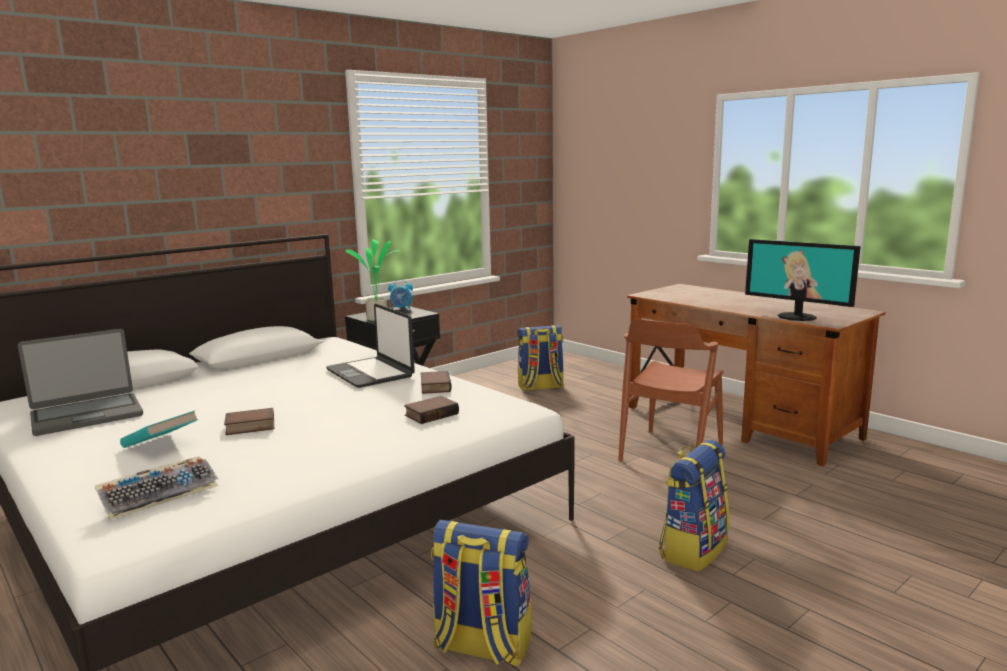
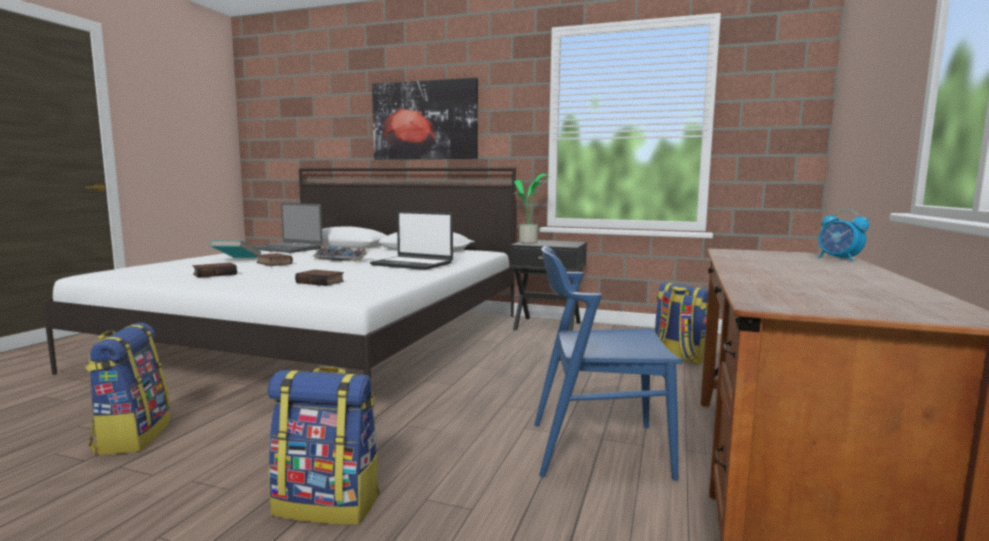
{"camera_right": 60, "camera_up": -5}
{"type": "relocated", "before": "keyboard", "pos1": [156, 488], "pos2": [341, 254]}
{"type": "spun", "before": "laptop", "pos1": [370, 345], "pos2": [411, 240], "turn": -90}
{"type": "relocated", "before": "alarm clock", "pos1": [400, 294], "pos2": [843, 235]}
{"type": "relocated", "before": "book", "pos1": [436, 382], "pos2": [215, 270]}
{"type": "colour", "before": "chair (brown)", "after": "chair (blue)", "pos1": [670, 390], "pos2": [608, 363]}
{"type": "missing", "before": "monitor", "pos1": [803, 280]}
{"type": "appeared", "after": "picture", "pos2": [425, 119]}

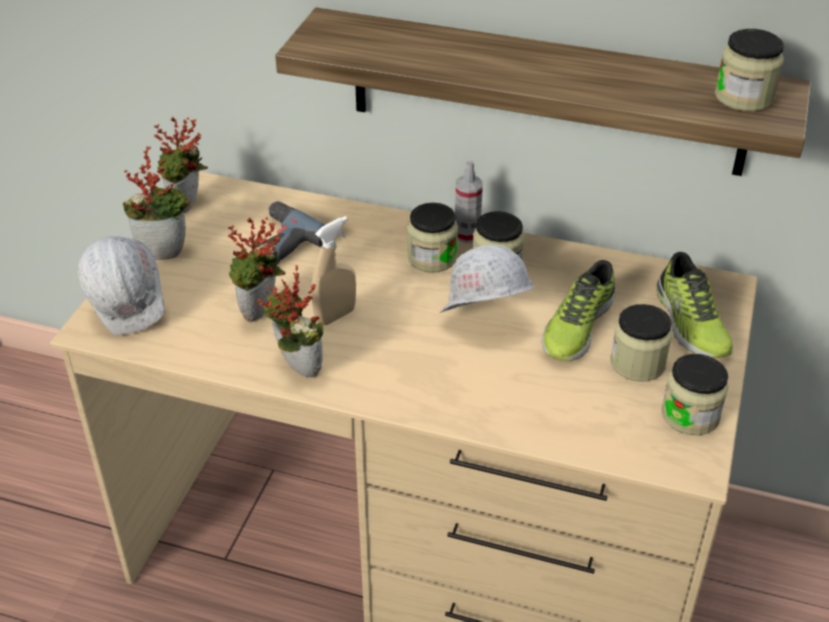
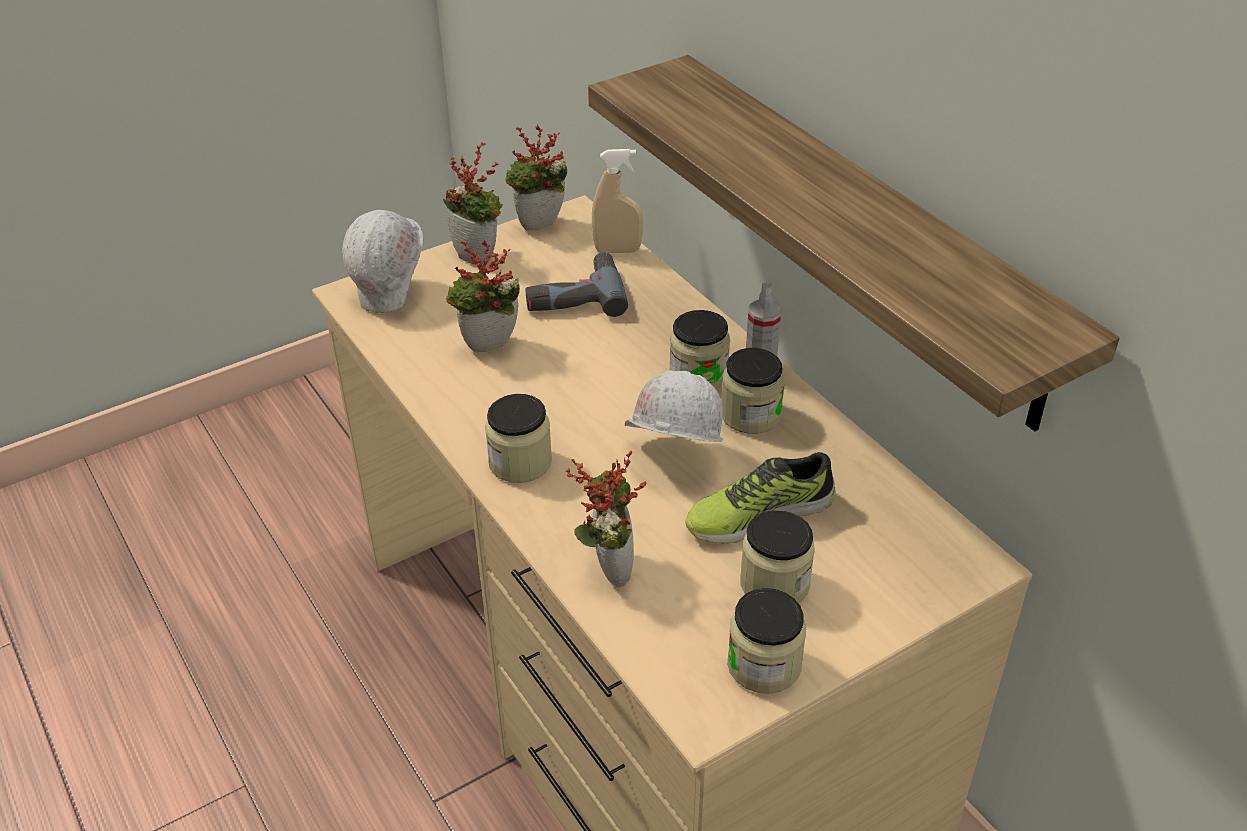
{"camera_right": 40, "camera_up": 0}
{"type": "relocated", "before": "potted plant", "pos1": [290, 321], "pos2": [606, 519]}
{"type": "relocated", "before": "spray bottle (beige)", "pos1": [333, 271], "pos2": [617, 201]}
{"type": "missing", "before": "shoe", "pos1": [694, 305]}
{"type": "relocated", "before": "jar", "pos1": [749, 70], "pos2": [518, 438]}

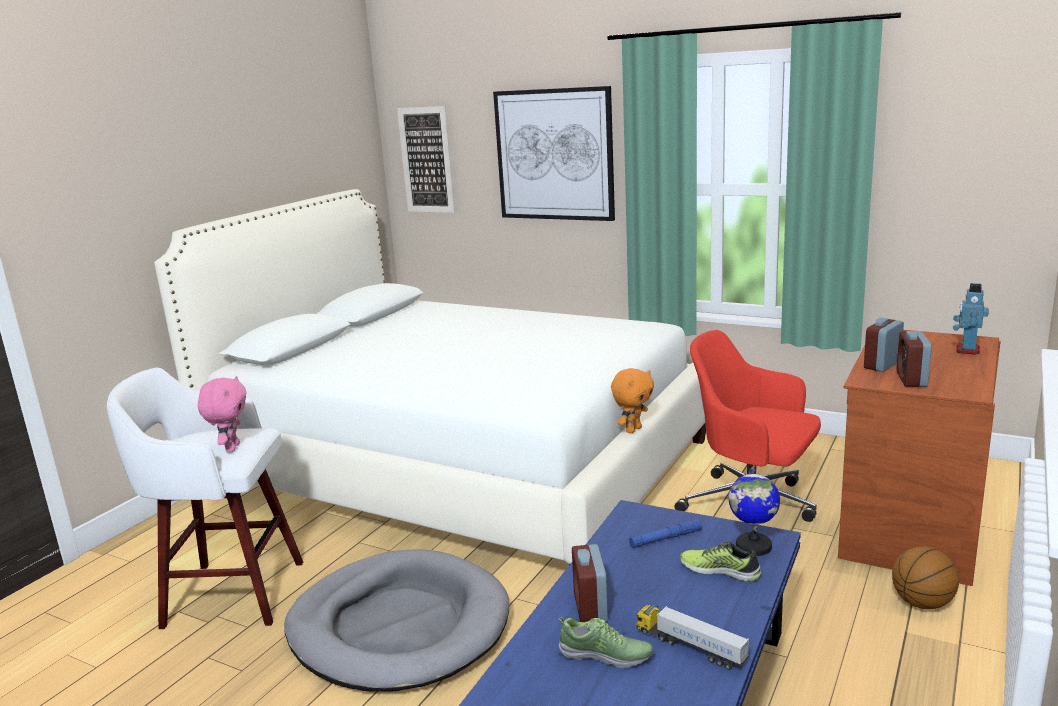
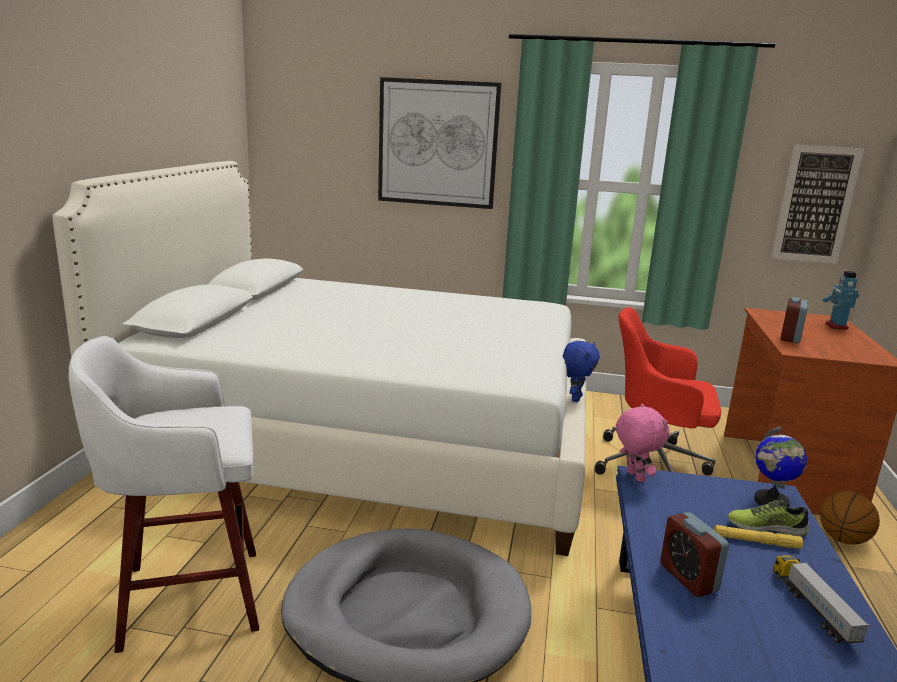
{"camera_right": -20, "camera_up": 0}
{"type": "relocated", "before": "plush toy (pink)", "pos1": [222, 414], "pos2": [642, 443]}
{"type": "relocated", "before": "picture", "pos1": [426, 159], "pos2": [817, 204]}
{"type": "missing", "before": "shoe", "pos1": [606, 642]}
{"type": "colour", "before": "plush toy (orange)", "after": "plush toy (blue)", "pos1": [632, 401], "pos2": [581, 371]}
{"type": "missing", "before": "flashlight (blue)", "pos1": [665, 533]}
{"type": "spun", "before": "toy truck", "pos1": [692, 637], "pos2": [821, 599], "turn": 60}
{"type": "missing", "before": "alarm clock", "pos1": [914, 359]}
{"type": "appeared", "after": "flashlight (yellow)", "pos2": [758, 537]}

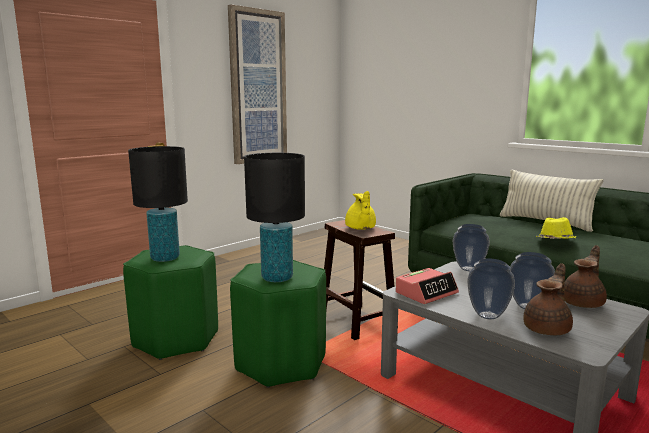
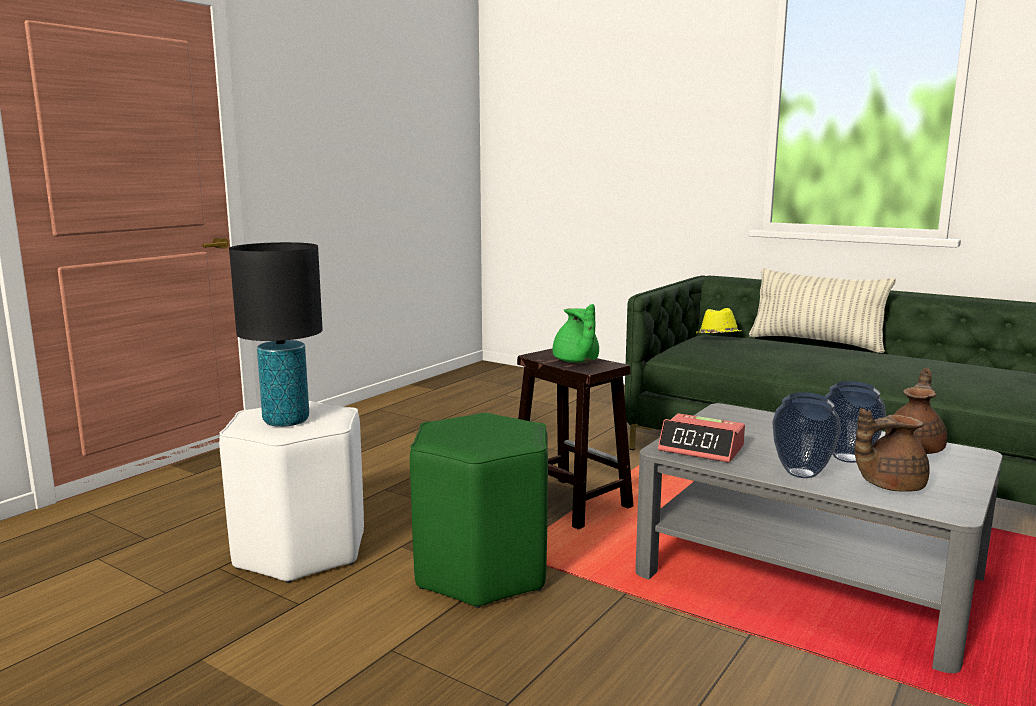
{"camera_right": -10, "camera_up": 0}
{"type": "colour", "before": "stool (green)", "after": "stool (white)", "pos1": [170, 302], "pos2": [291, 492]}
{"type": "missing", "before": "picture", "pos1": [257, 84]}
{"type": "missing", "before": "table lamp (black)", "pos1": [274, 217]}
{"type": "colour", "before": "teapot (yellow)", "after": "teapot (green)", "pos1": [360, 210], "pos2": [576, 333]}
{"type": "spun", "before": "alarm clock", "pos1": [427, 286], "pos2": [701, 438], "turn": 75}
{"type": "missing", "before": "vase", "pos1": [471, 247]}
{"type": "spun", "before": "teapot (brown)", "pos1": [548, 299], "pos2": [892, 450], "turn": -135}
{"type": "relocated", "before": "hat (yellow)", "pos1": [556, 228], "pos2": [719, 321]}

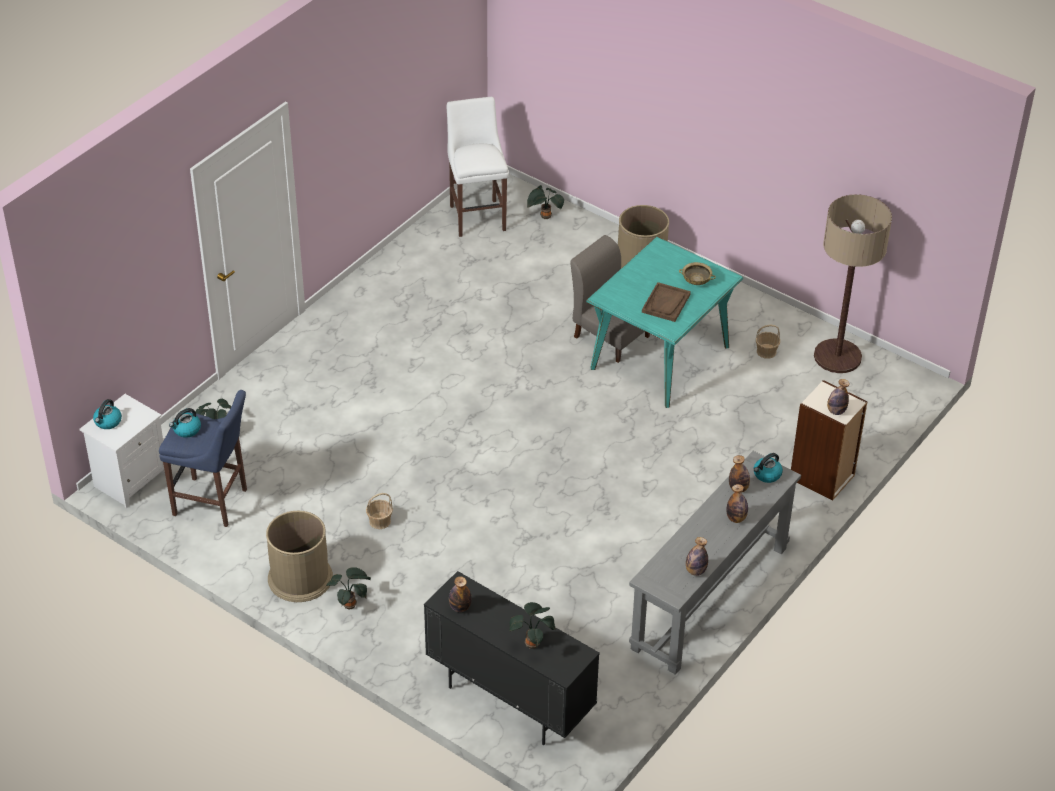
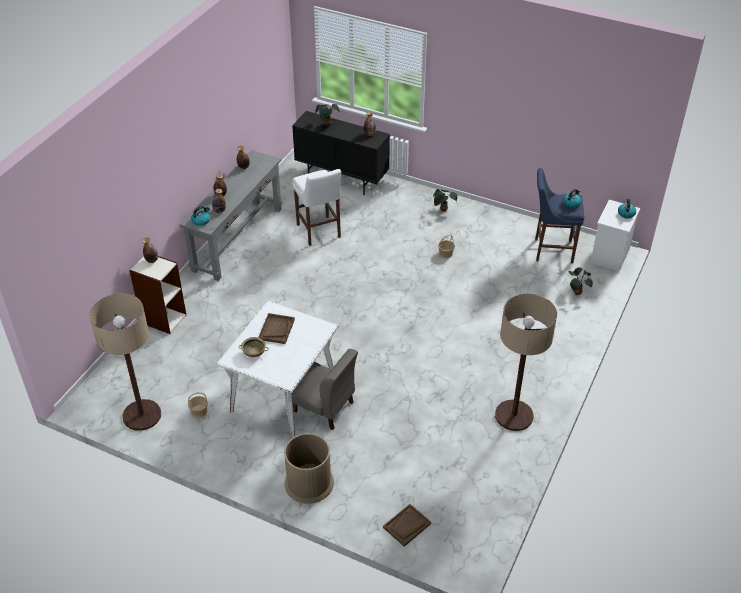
{"camera_right": 170, "camera_up": 0}
{"type": "missing", "before": "trash can (brown)", "pos1": [299, 556]}
{"type": "relocated", "before": "stool (white)", "pos1": [478, 167], "pos2": [316, 207]}
{"type": "exchanged", "before": "potted plant", "after": "tray (brown)", "pos1": [545, 202], "pos2": [407, 525]}
{"type": "colour", "before": "dining table (turquoise)", "after": "dining table (white)", "pos1": [664, 322], "pos2": [277, 369]}
{"type": "appeared", "after": "floor lamp", "pos2": [526, 362]}

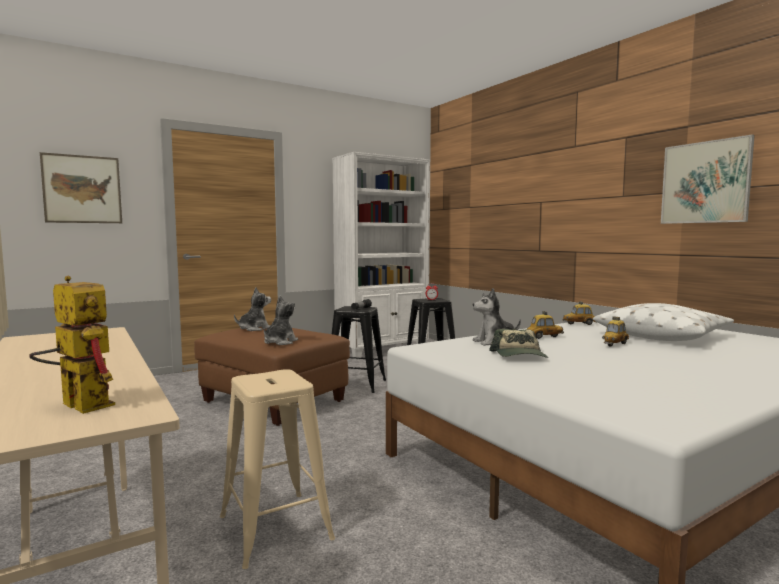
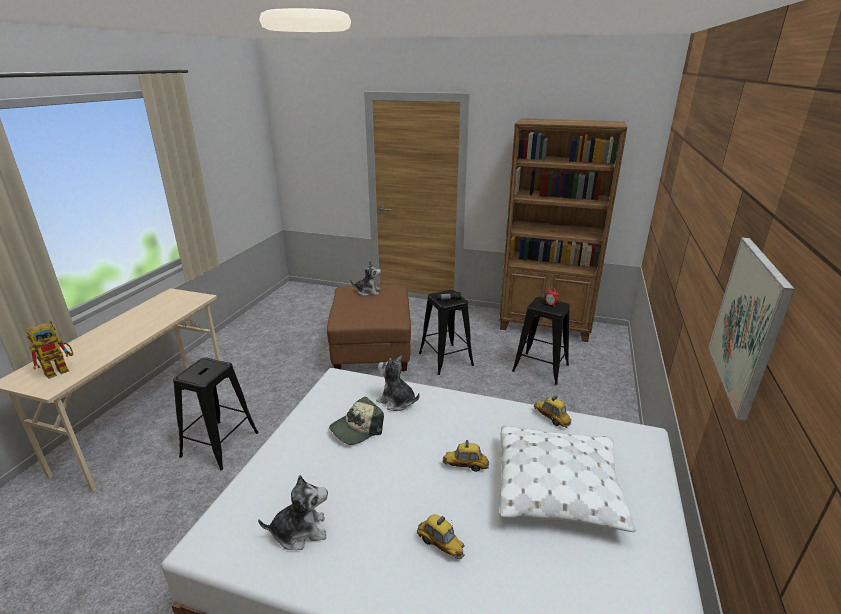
{"camera_right": 50, "camera_up": 20}
{"type": "spun", "before": "toy robot", "pos1": [72, 345], "pos2": [49, 349], "turn": 45}
{"type": "missing", "before": "picture", "pos1": [81, 187]}
{"type": "colour", "before": "stool (beige)", "after": "stool (black)", "pos1": [277, 469], "pos2": [216, 414]}
{"type": "relocated", "before": "plush toy", "pos1": [281, 320], "pos2": [293, 512]}
{"type": "colour", "before": "bookcase (white)", "after": "bookcase (brown)", "pos1": [381, 256], "pos2": [563, 230]}
{"type": "relocated", "before": "toy car", "pos1": [545, 325], "pos2": [441, 536]}

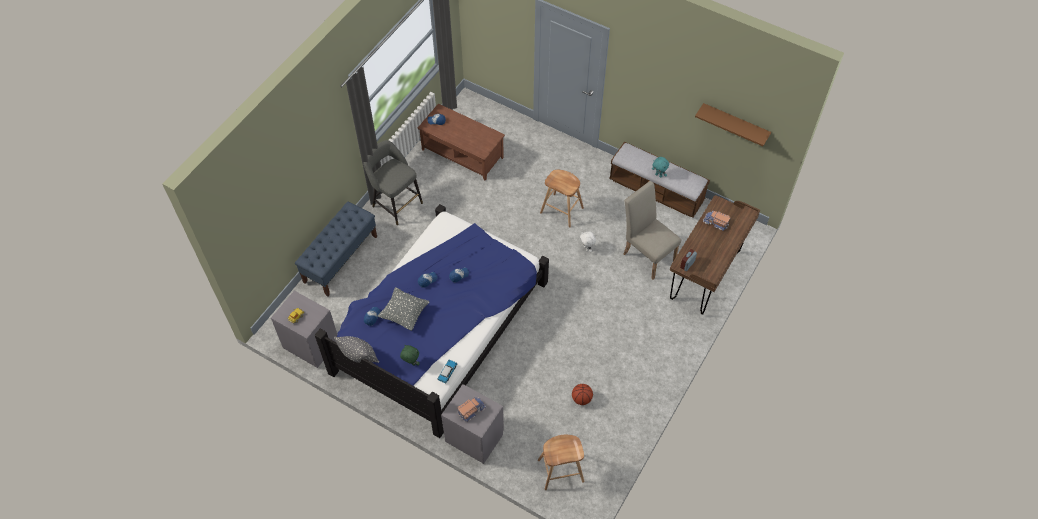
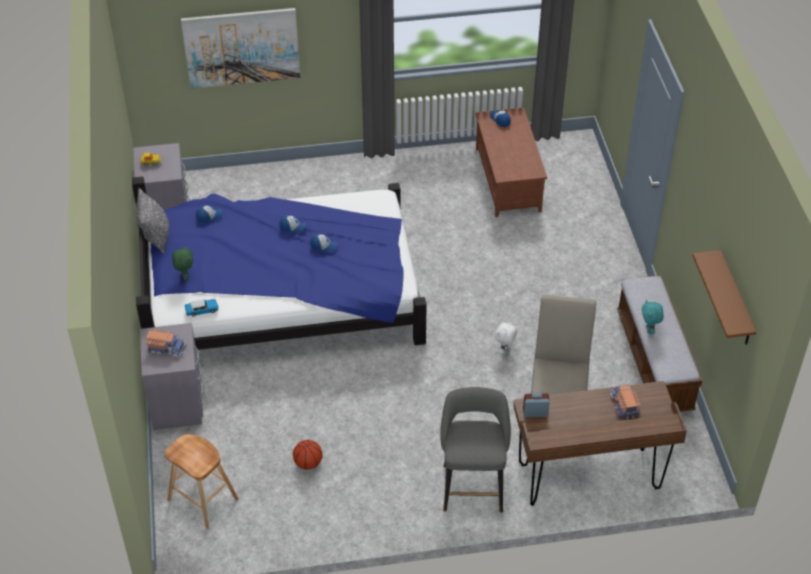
{"camera_right": 50, "camera_up": -10}
{"type": "missing", "before": "bench (blue)", "pos1": [336, 249]}
{"type": "relocated", "before": "stool (grey)", "pos1": [393, 182], "pos2": [475, 449]}
{"type": "missing", "before": "pillow (grey)", "pos1": [404, 309]}
{"type": "missing", "before": "stool (brown)", "pos1": [562, 198]}
{"type": "appeared", "after": "picture", "pos2": [240, 48]}

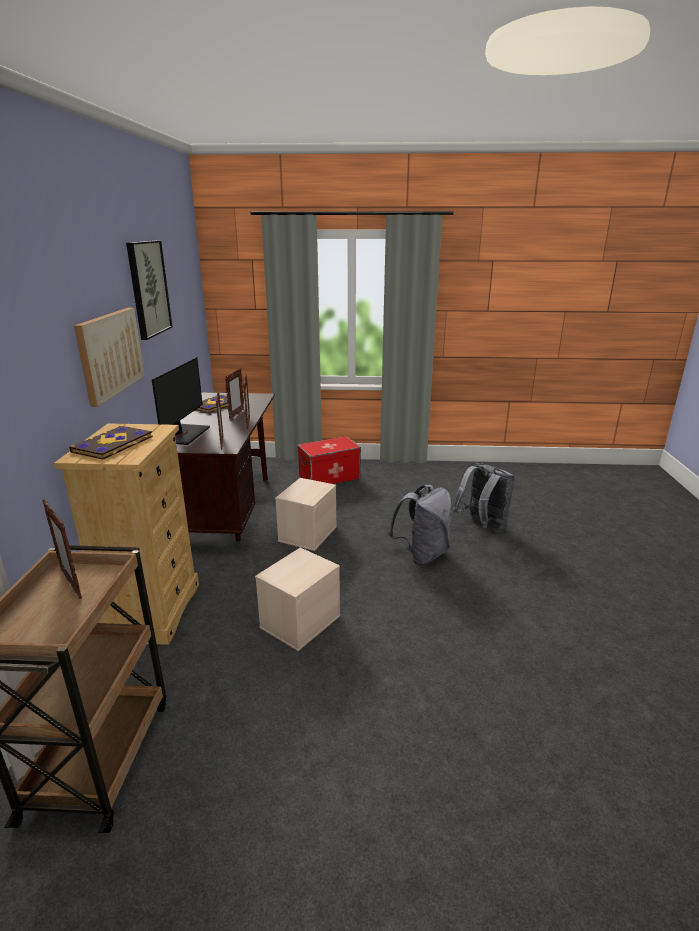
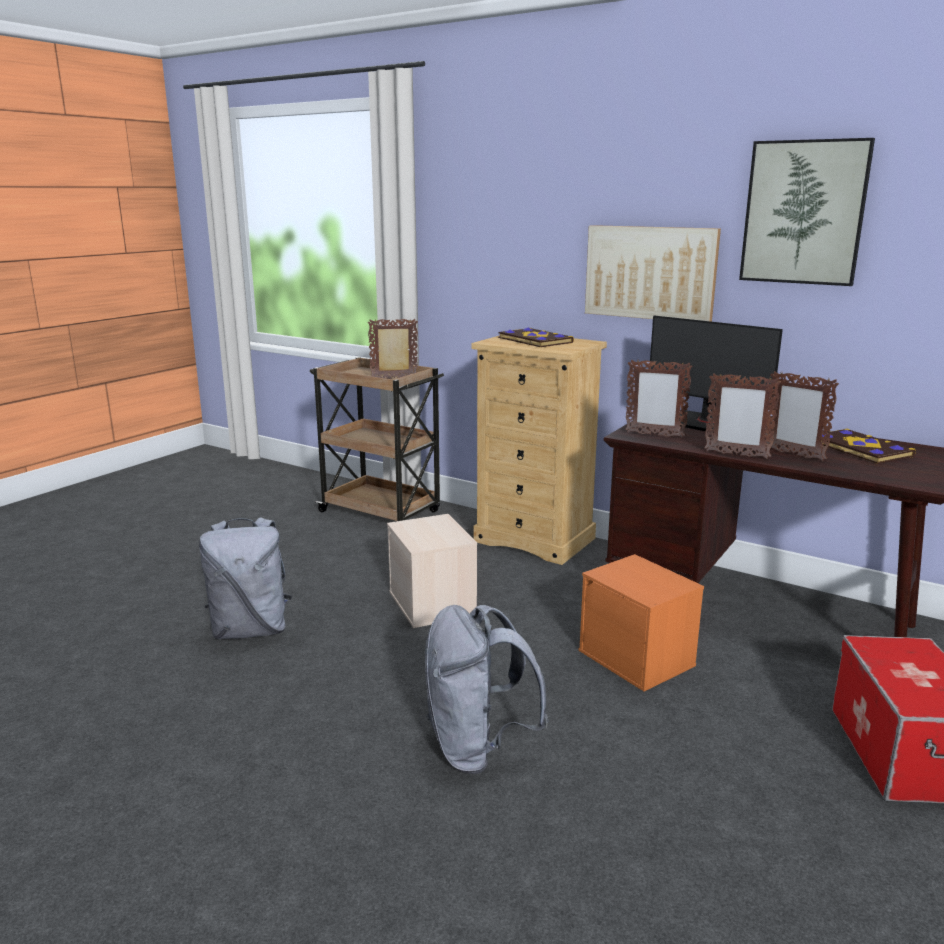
{"camera_right": 120, "camera_up": -5}
{"type": "colour", "before": "storage box (beige)", "after": "storage box (orange)", "pos1": [306, 514], "pos2": [641, 622]}
{"type": "relocated", "before": "backpack (grey)", "pos1": [484, 497], "pos2": [245, 578]}

